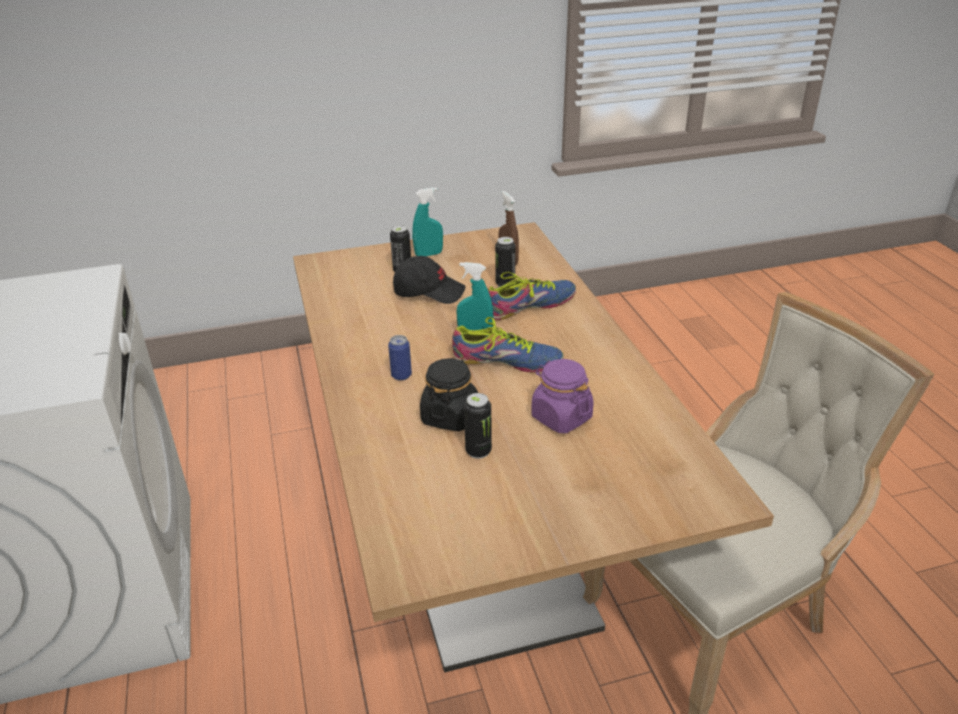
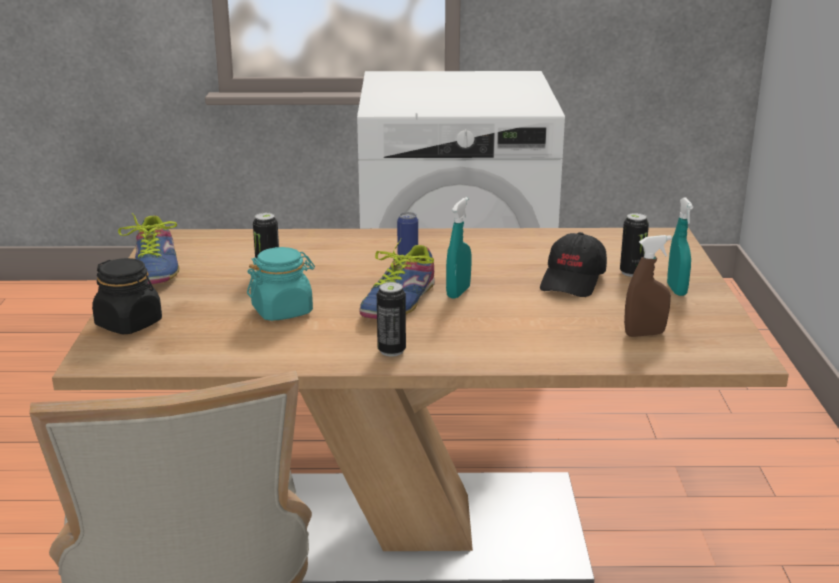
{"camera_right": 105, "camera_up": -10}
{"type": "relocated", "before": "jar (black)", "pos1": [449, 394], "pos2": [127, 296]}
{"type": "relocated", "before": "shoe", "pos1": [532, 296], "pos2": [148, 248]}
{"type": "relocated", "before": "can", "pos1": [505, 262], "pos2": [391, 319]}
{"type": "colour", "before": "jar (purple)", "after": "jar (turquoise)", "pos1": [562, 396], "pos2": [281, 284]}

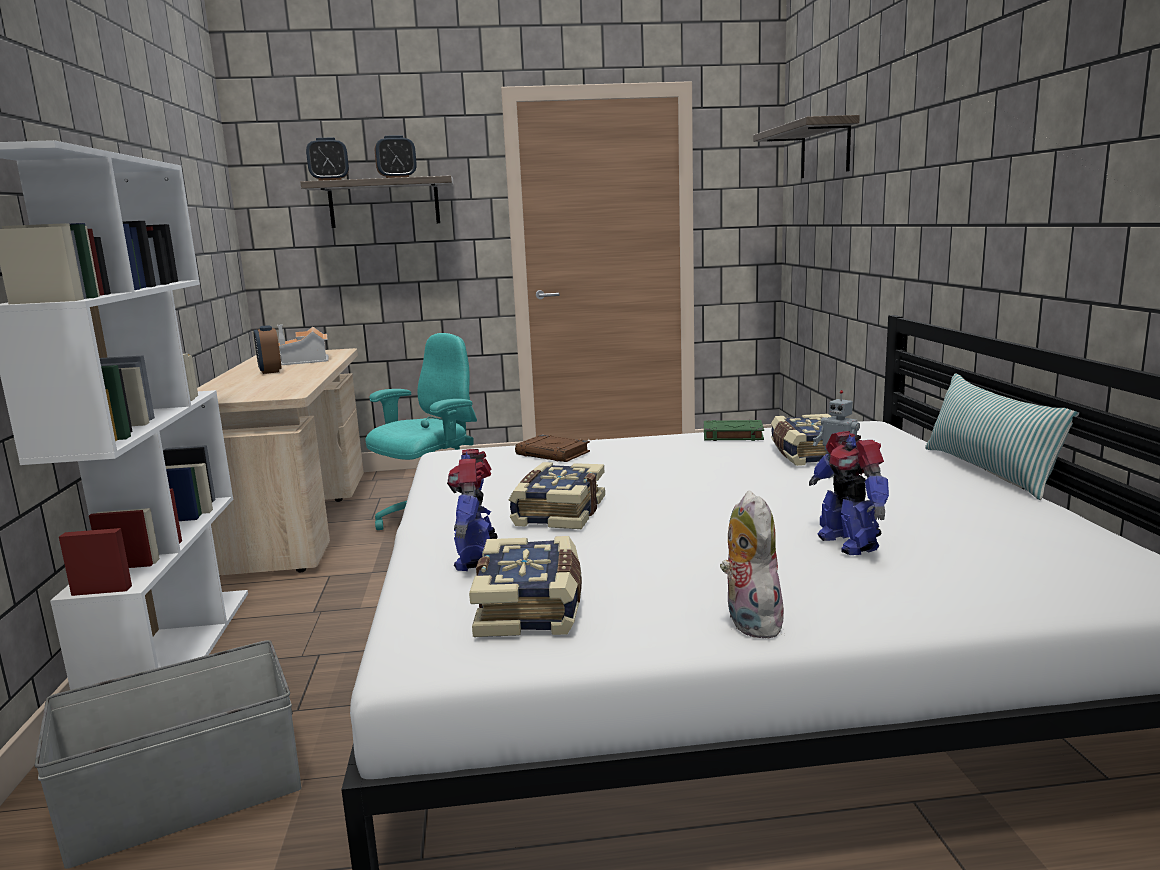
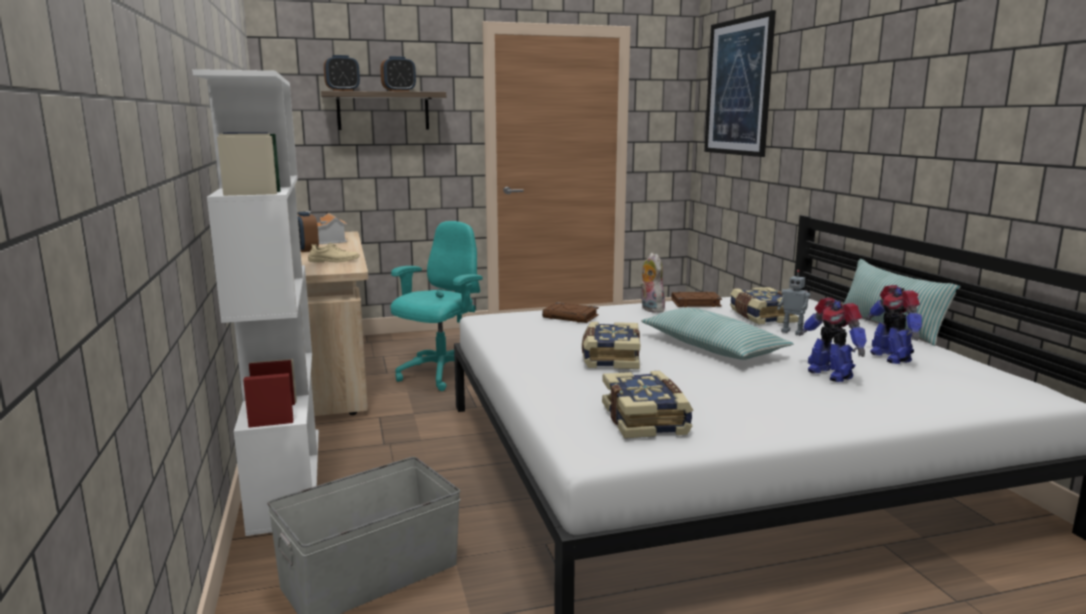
{"camera_right": -10, "camera_up": 0}
{"type": "relocated", "before": "toy robot", "pos1": [472, 510], "pos2": [894, 324]}
{"type": "colour", "before": "book (green)", "after": "book (brown)", "pos1": [734, 430], "pos2": [697, 299]}
{"type": "relocated", "before": "plush toy", "pos1": [752, 565], "pos2": [652, 283]}
{"type": "exchanged", "before": "shelf", "after": "picture", "pos1": [806, 146], "pos2": [740, 83]}
{"type": "appeared", "after": "shoe (beige)", "pos2": [334, 252]}
{"type": "appeared", "after": "pillow", "pos2": [717, 334]}

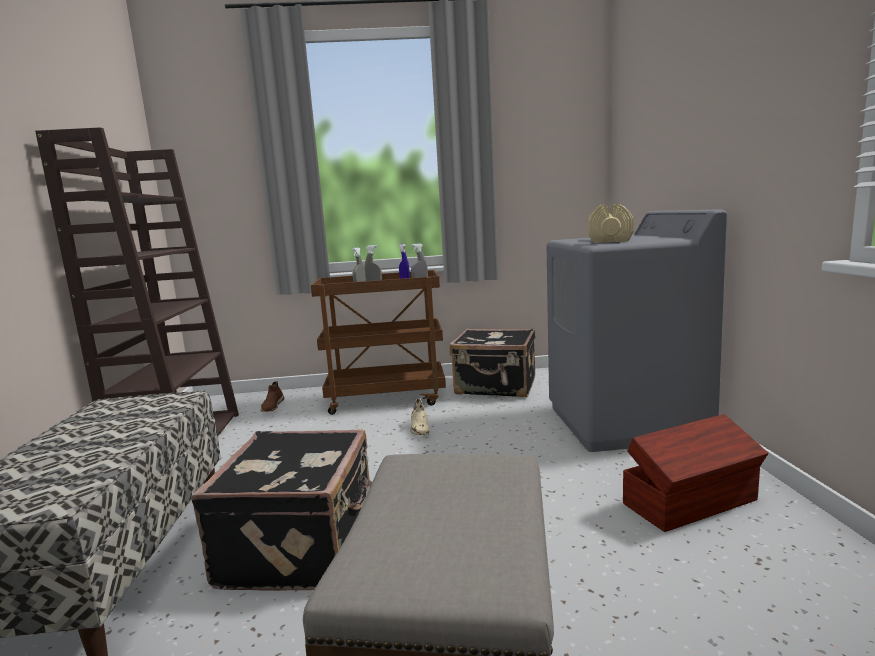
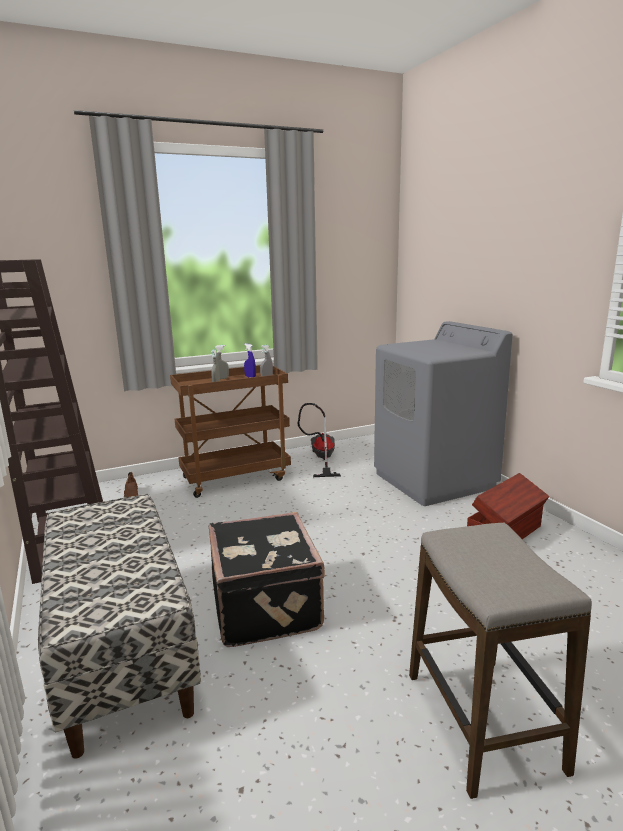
{"camera_right": -20, "camera_up": 5}
{"type": "missing", "before": "shoe (beige)", "pos1": [420, 416]}
{"type": "exchanged", "before": "suitcase (black)", "after": "vacuum cleaner", "pos1": [492, 362], "pos2": [319, 440]}
{"type": "missing", "before": "dumbbell (beige)", "pos1": [611, 223]}

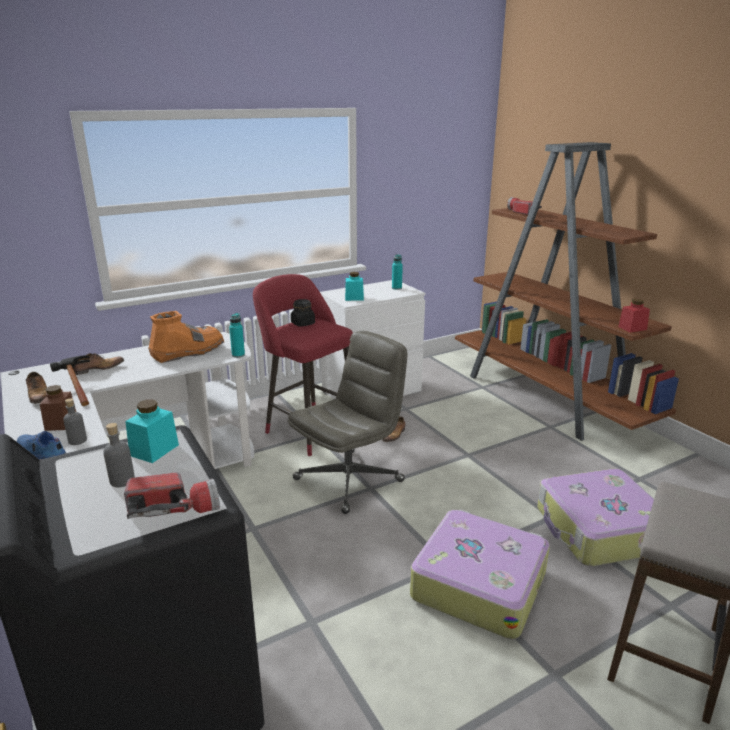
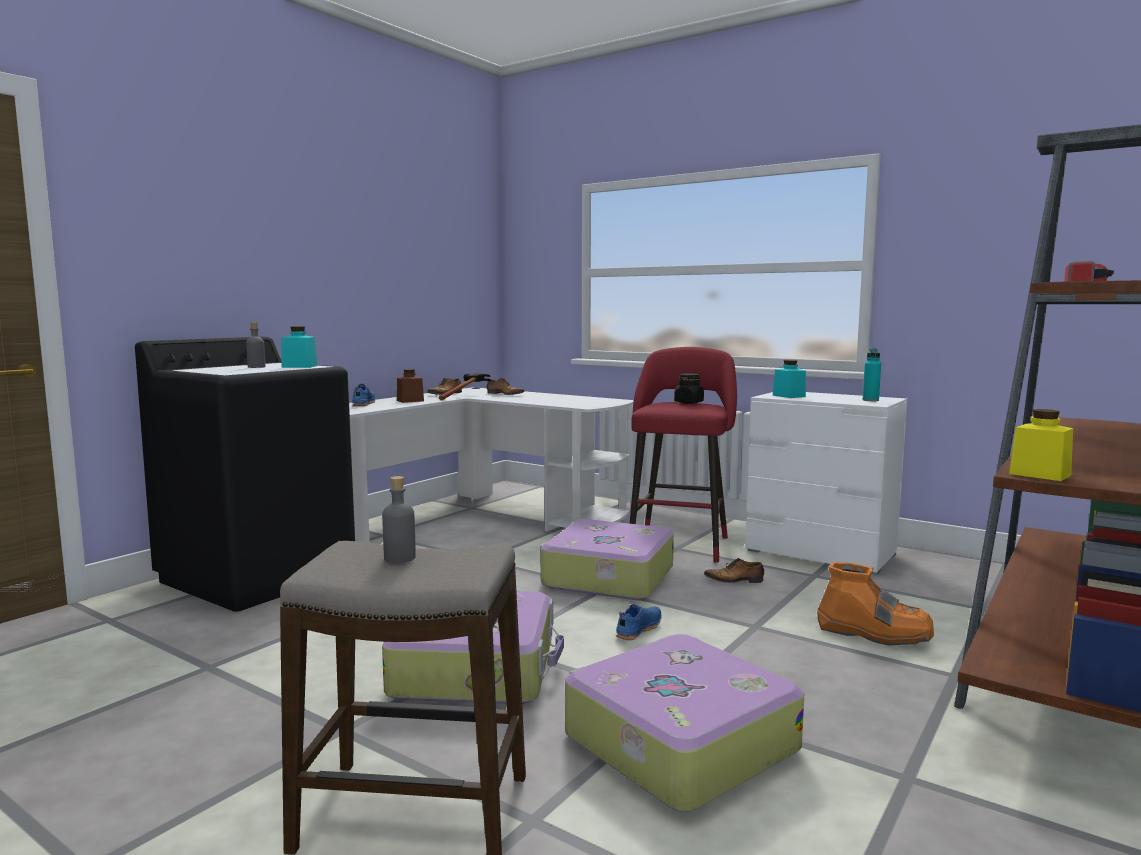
{"camera_right": 65, "camera_up": -15}
{"type": "relocated", "before": "bottle (grey)", "pos1": [75, 421], "pos2": [399, 519]}
{"type": "missing", "before": "flashlight", "pos1": [172, 495]}
{"type": "relocated", "before": "boot (orange)", "pos1": [186, 337], "pos2": [875, 603]}
{"type": "missing", "before": "bottle (turquoise)", "pos1": [237, 335]}
{"type": "exchanged", "before": "office chair (grey)", "after": "suitcase", "pos1": [347, 422], "pos2": [607, 559]}
{"type": "colour", "before": "jar (red)", "after": "jar (yellow)", "pos1": [634, 316], "pos2": [1041, 445]}
{"type": "appeared", "after": "shoe (blue)", "pos2": [638, 622]}

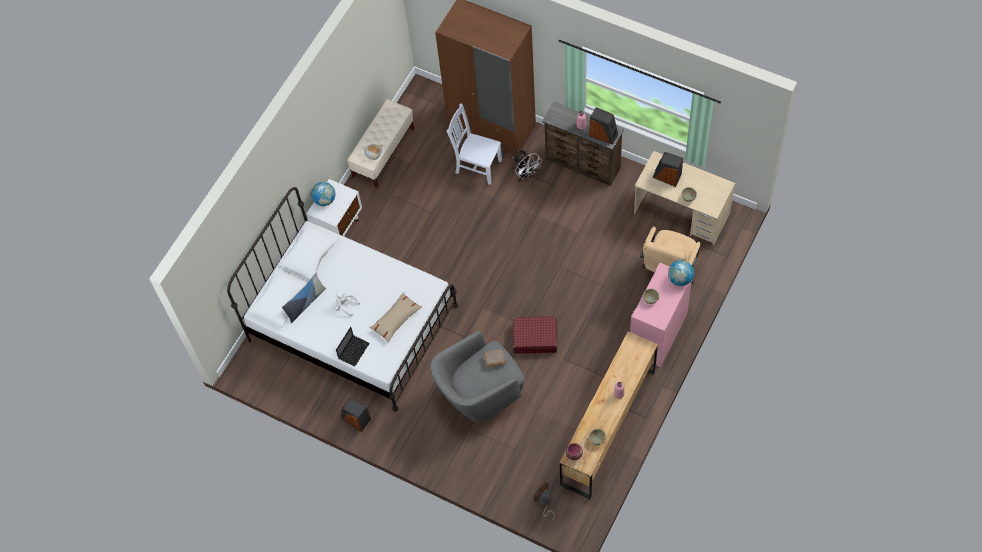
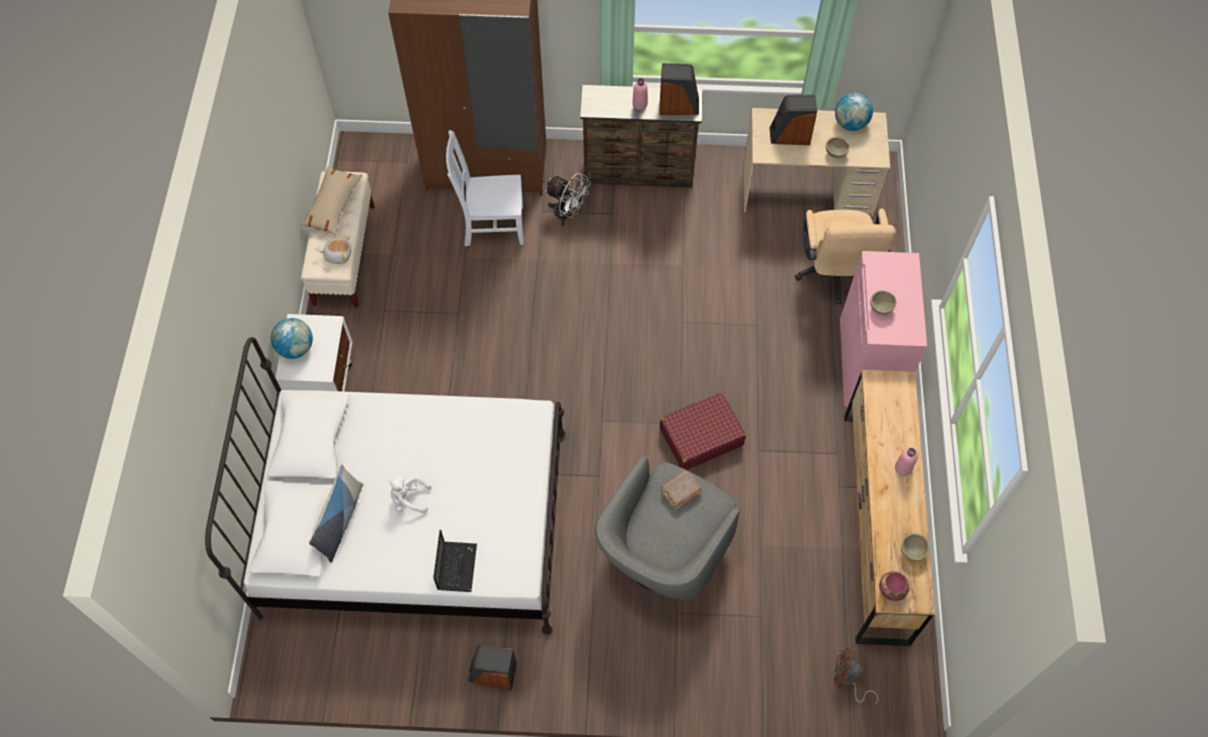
{"camera_right": -30, "camera_up": 0}
{"type": "relocated", "before": "pillow (beige)", "pos1": [396, 317], "pos2": [331, 201]}
{"type": "relocated", "before": "globe", "pos1": [681, 273], "pos2": [854, 112]}

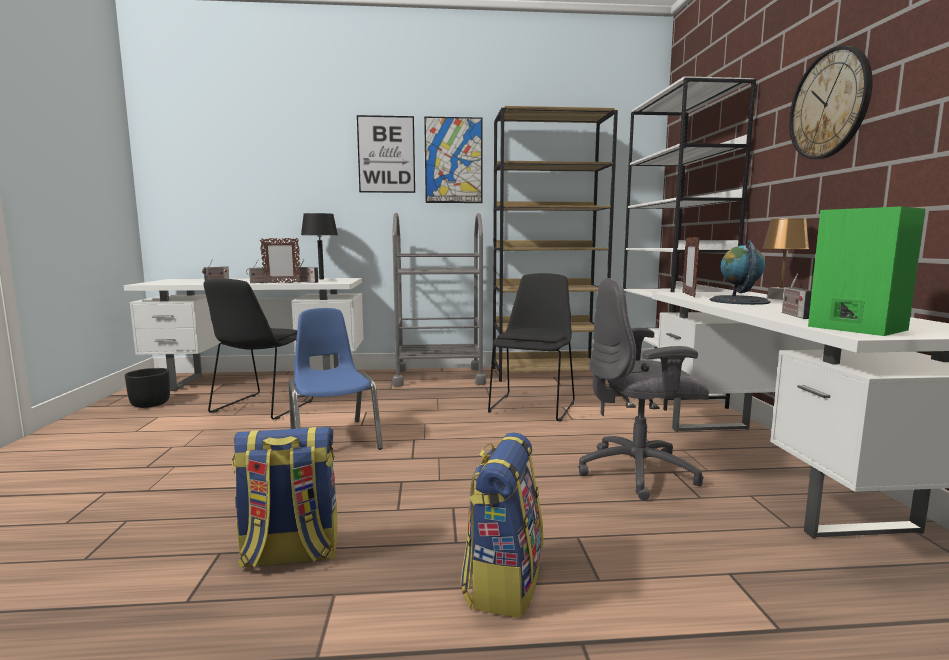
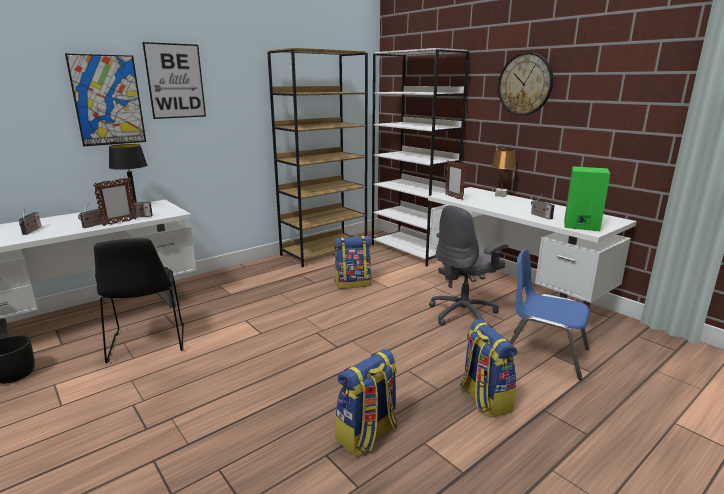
{"camera_right": -35, "camera_up": 10}
{"type": "relocated", "before": "chair (blue)", "pos1": [335, 379], "pos2": [549, 314]}
{"type": "missing", "before": "cart (grey)", "pos1": [439, 300]}
{"type": "relocated", "before": "picture", "pos1": [453, 159], "pos2": [105, 100]}
{"type": "exchanged", "before": "chair (black)", "after": "backpack", "pos1": [531, 347], "pos2": [352, 262]}
{"type": "missing", "before": "globe", "pos1": [740, 272]}

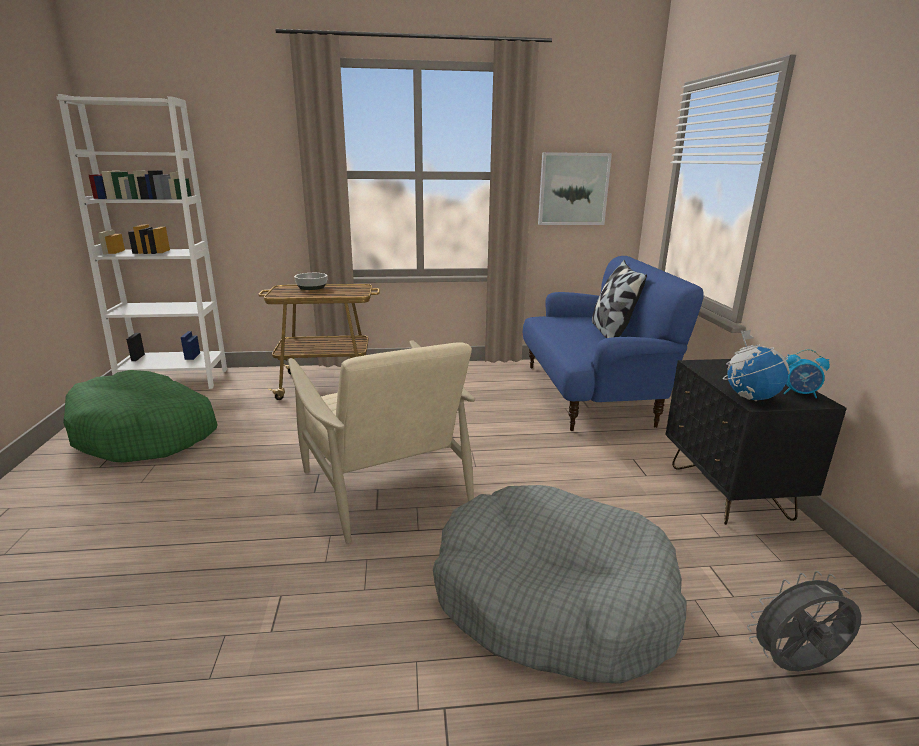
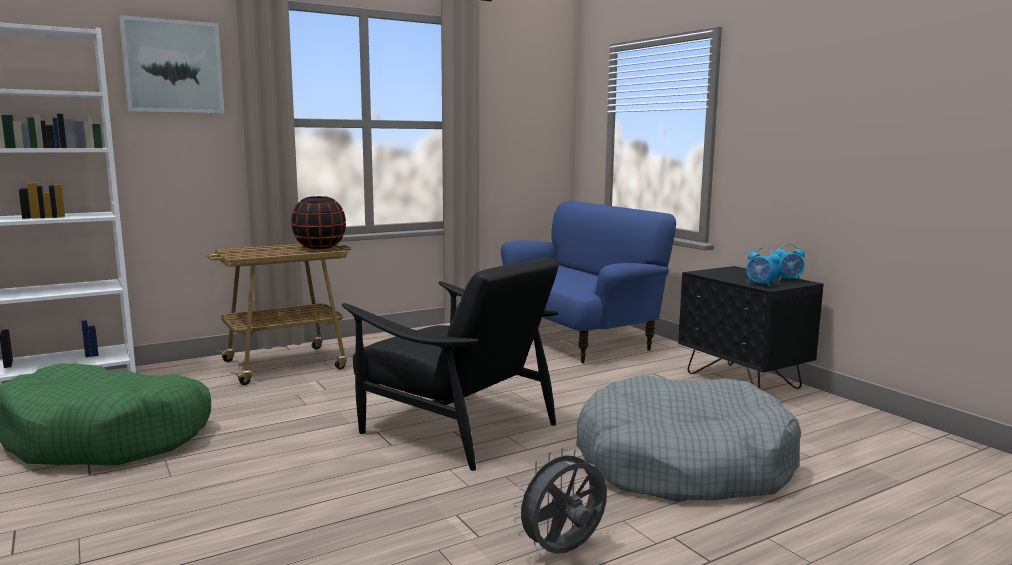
{"camera_right": -25, "camera_up": -10}
{"type": "colour", "before": "armchair (beige)", "after": "armchair (black)", "pos1": [381, 442], "pos2": [450, 364]}
{"type": "missing", "before": "bowl", "pos1": [311, 281]}
{"type": "relocated", "before": "picture", "pos1": [575, 188], "pos2": [171, 64]}
{"type": "missing", "before": "pillow", "pos1": [619, 299]}
{"type": "exchanged", "before": "globe", "after": "alarm clock", "pos1": [756, 365], "pos2": [763, 267]}
{"type": "relocated", "before": "fan (grey)", "pos1": [804, 621], "pos2": [560, 501]}
{"type": "appeared", "after": "vase (black)", "pos2": [318, 222]}

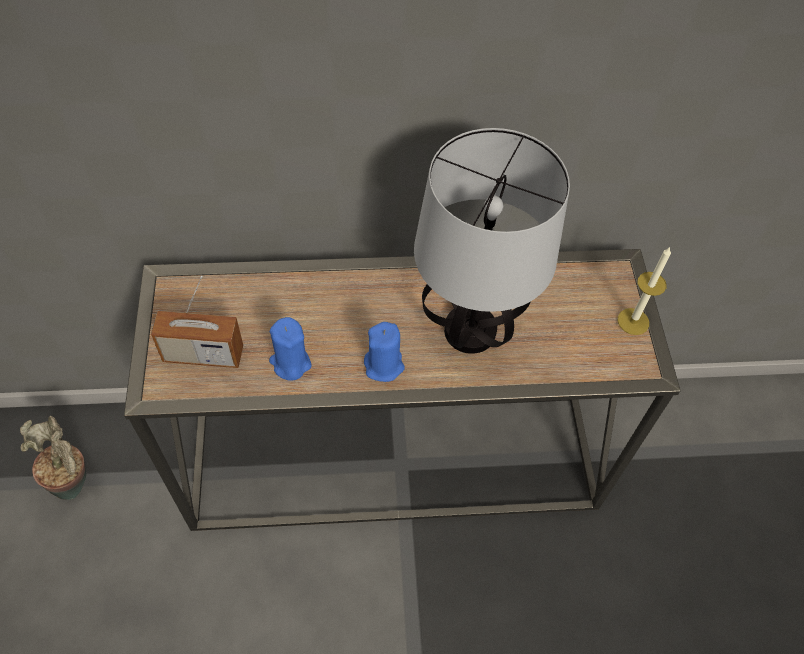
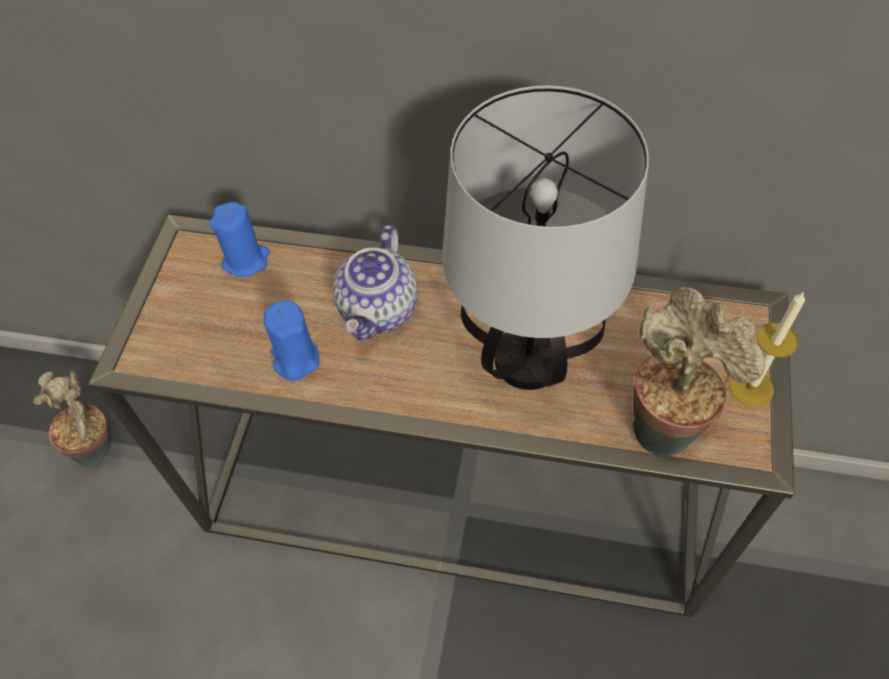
{"camera_right": 20, "camera_up": 0}
{"type": "missing", "before": "radio", "pos1": [197, 322]}
{"type": "relocated", "before": "candle (blue)", "pos1": [384, 352], "pos2": [239, 239]}
{"type": "appeared", "after": "teapot", "pos2": [375, 282]}
{"type": "appeared", "after": "potted plant", "pos2": [699, 372]}

